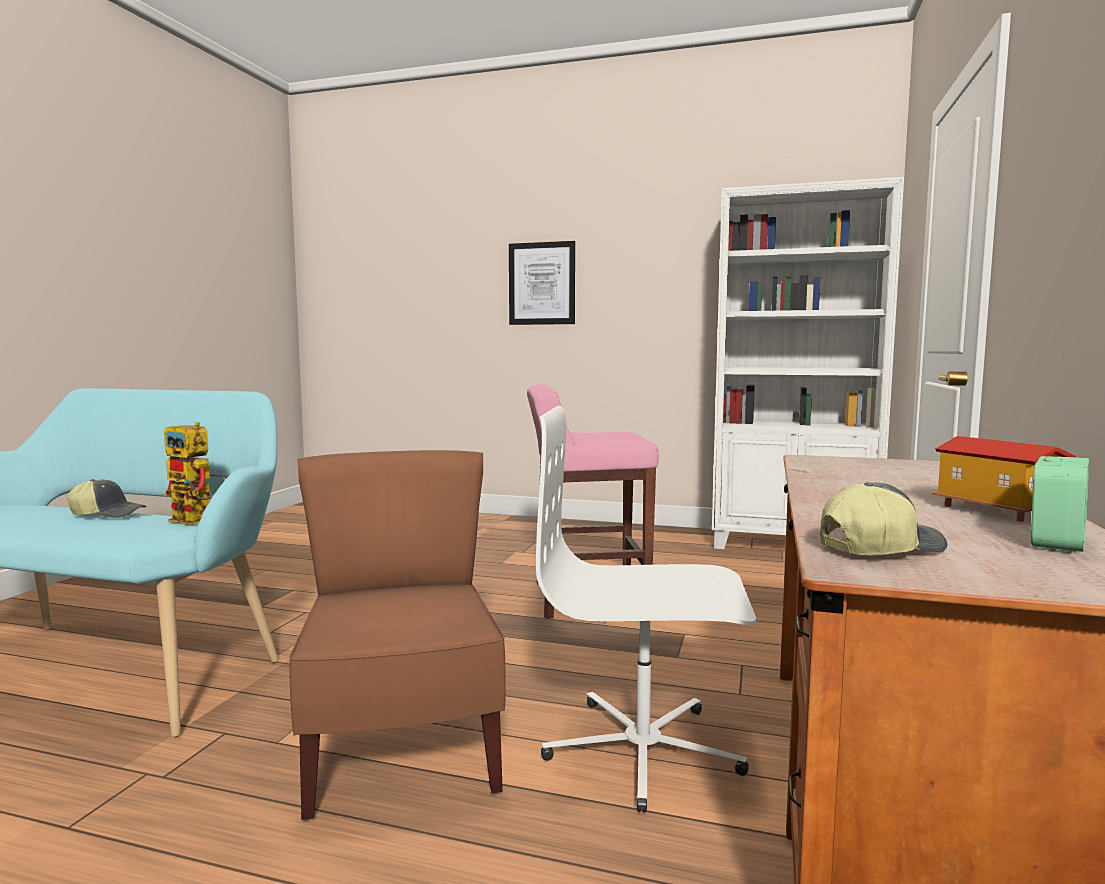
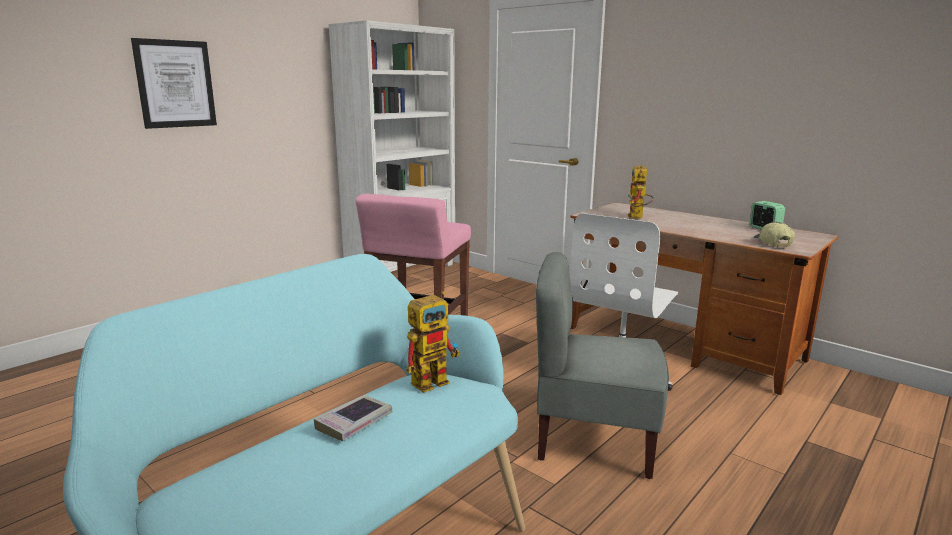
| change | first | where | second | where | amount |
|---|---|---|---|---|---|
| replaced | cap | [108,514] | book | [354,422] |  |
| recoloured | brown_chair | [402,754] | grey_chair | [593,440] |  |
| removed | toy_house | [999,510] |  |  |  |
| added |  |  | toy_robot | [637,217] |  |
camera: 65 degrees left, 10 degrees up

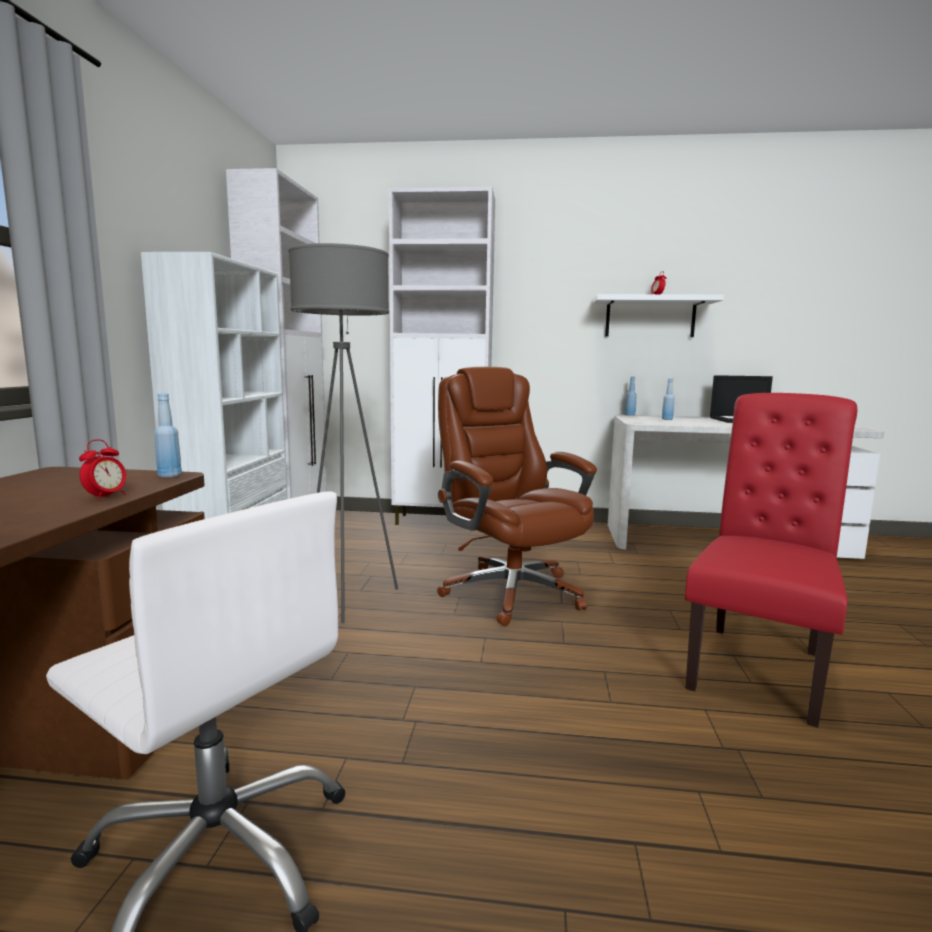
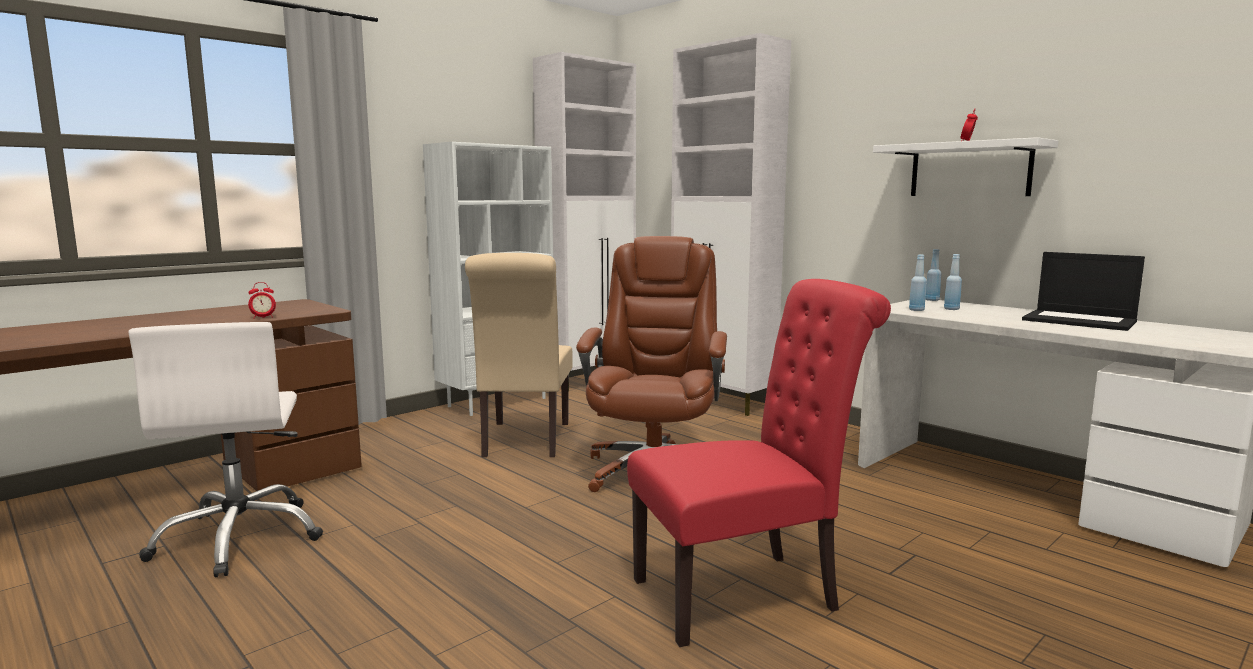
| change | first | where | second | where | amount |
|---|---|---|---|---|---|
| moved | blue_bottle | [169,476] |  | [916,310] |  |
| replaced | grey_floor_lamp | [347,599] | beige_chair | [524,441] |  |
camera: 40 degrees right, 0 degrees up

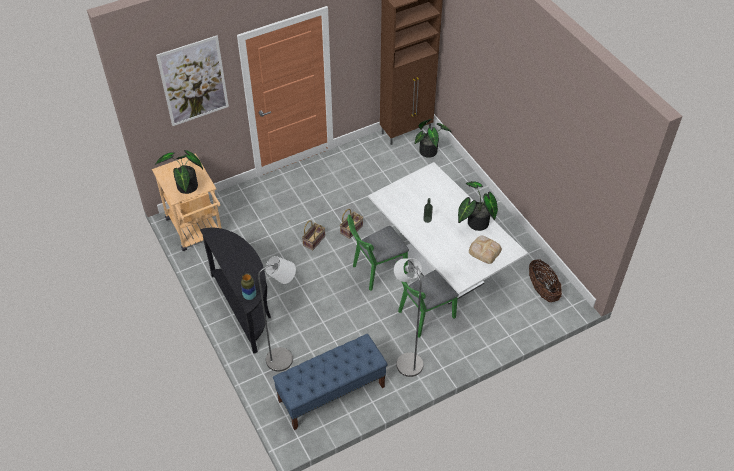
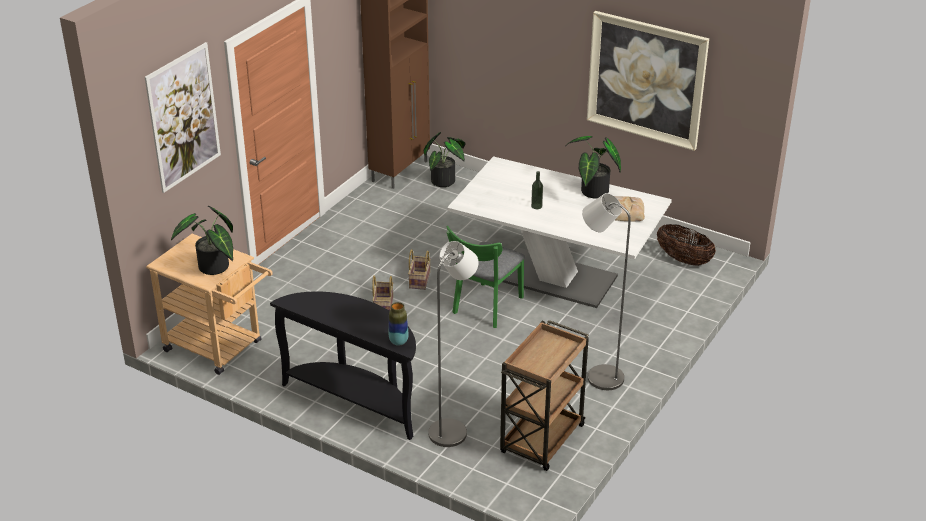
| change | first | where | second | where | amount |
|---|---|---|---|---|---|
| replaced | blue_bench | [331,394] | brown_cart | [541,440] |  |
| removed | green_chair | [423,316] |  |  |  |
| added |  |  | picture | [646,80] |  |
camera: 30 degrees left, 15 degrees down

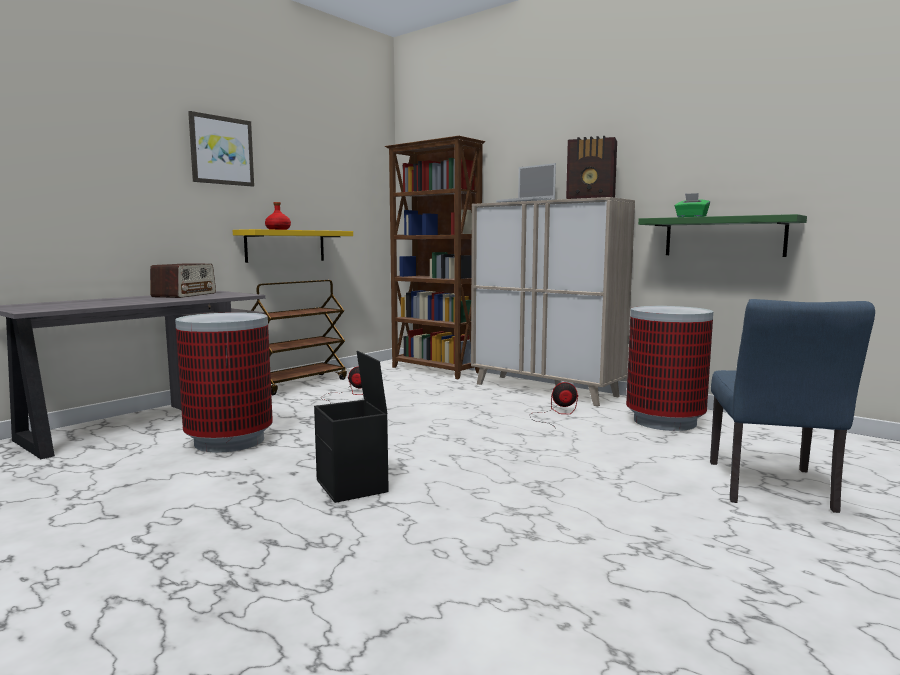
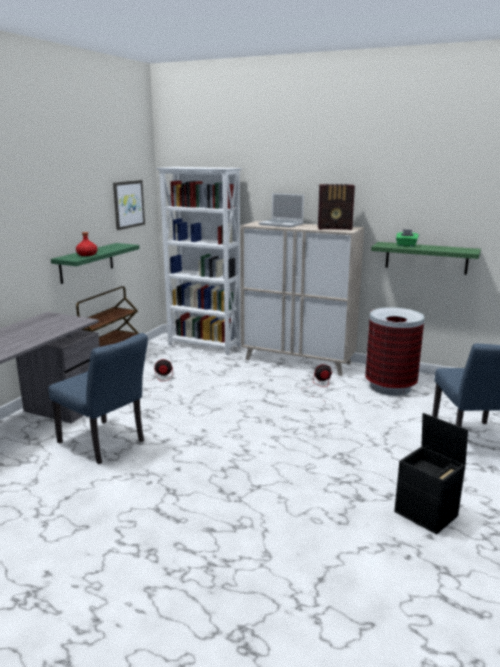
| change | first | where | second | where | amount |
|---|---|---|---|---|---|
| removed | radio | [185,295] |  |  |  |
| replaced | trash_can | [229,441] | blue_chair | [105,444] |  |
| moved | picture | [221,150] |  | [128,204] |  |
| recoloured | yellow_shelf | [285,246] | green_shelf | [87,262] |  |
| moved | black_storage_box | [353,486] |  | [427,514] |  |
| recoloured | brown_bookcase | [435,370] | white_bookcase | [204,346] |  |
camera: 15 degrees left, 10 degrees up

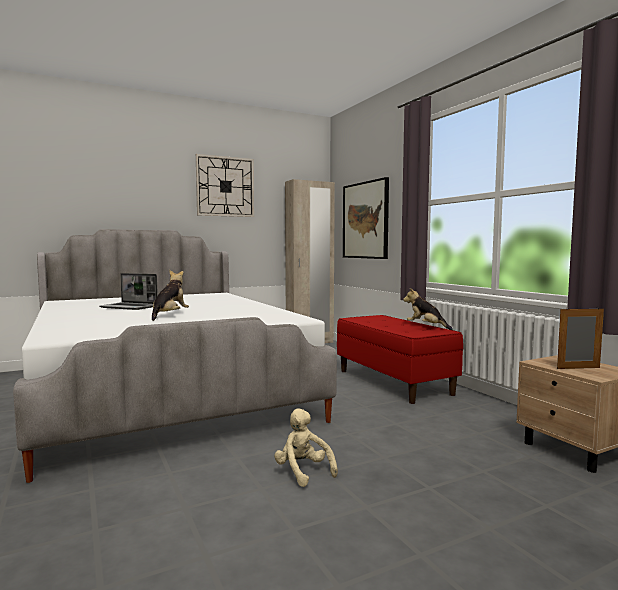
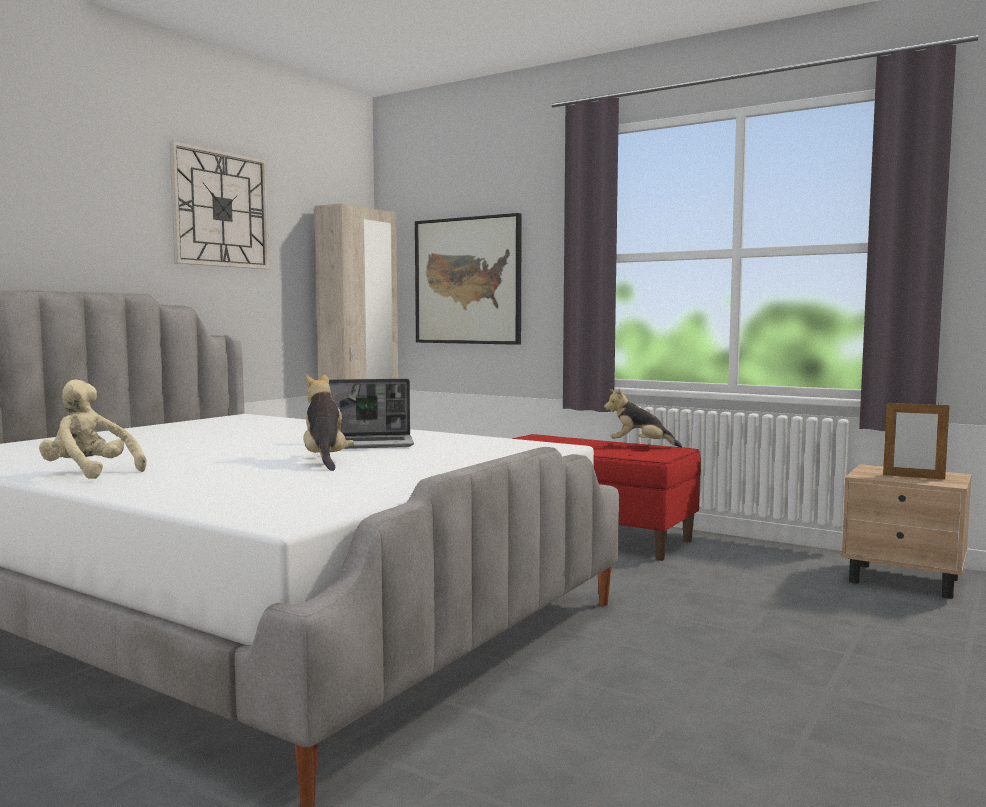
| change | first | where | second | where | amount |
|---|---|---|---|---|---|
| moved | laptop | [130,307] |  | [369,444] |  |
| moved | beige_plush_toy | [303,472] |  | [89,473] |  |
| turned | picture_frame | [578,368] |  | [913,477] | 120 degrees counterclockwise |
camera: 30 degrees left, 0 degrees up

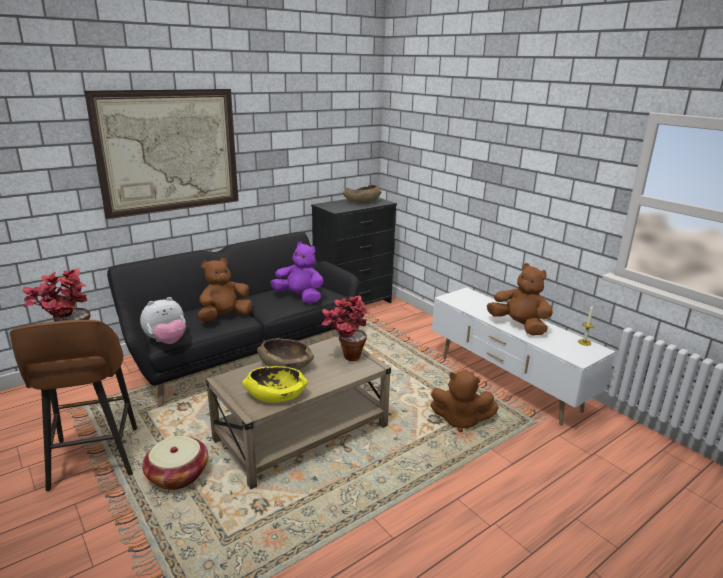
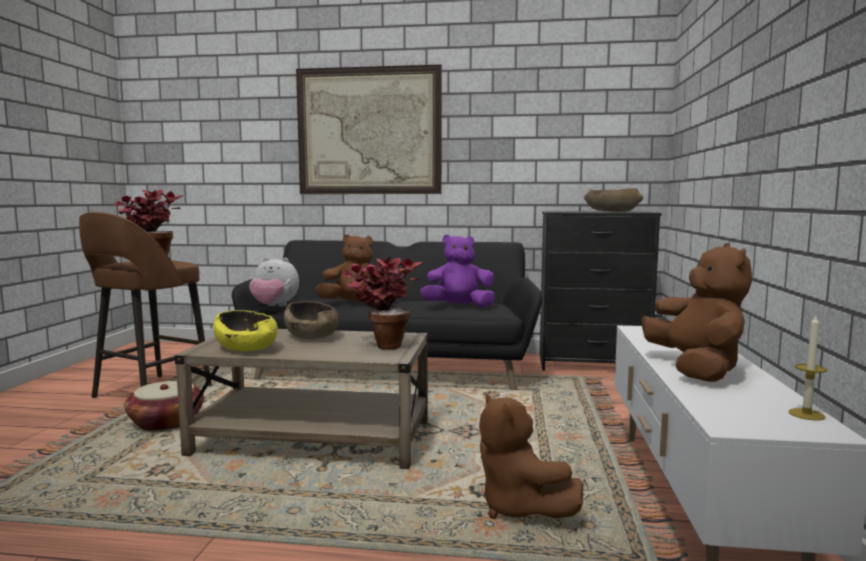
| change | first | where | second | where | amount |
|---|---|---|---|---|---|
| turned | purple_plush_toy | [300,297] |  | [458,307] | 75 degrees counterclockwise |
camera: 45 degrees right, 15 degrees down

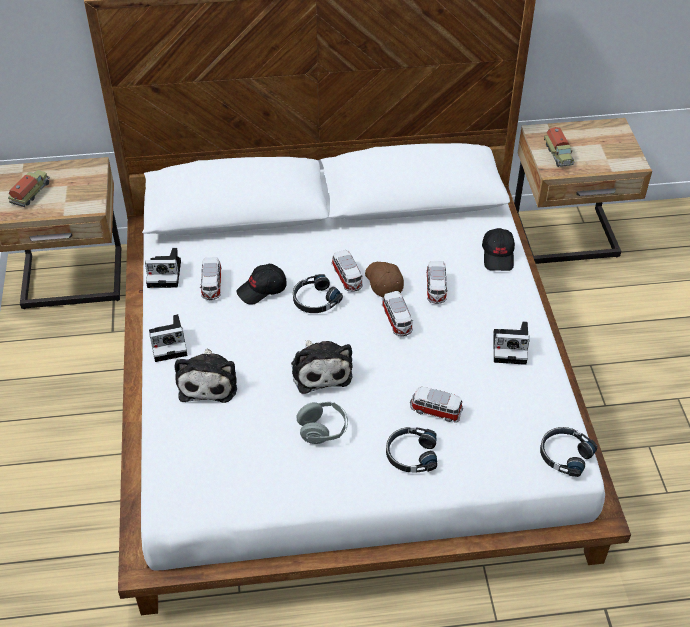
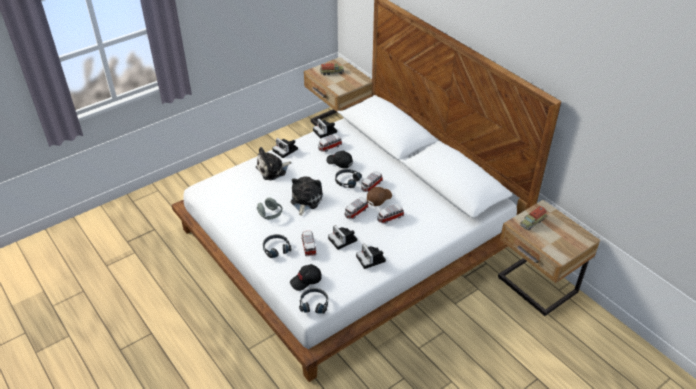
| change | first | where | second | where | amount |
|---|---|---|---|---|---|
| turned | plush_toy | [320,370] |  | [305,200] | 150 degrees clockwise |
| moved | black_cap | [498,255] |  | [306,281] |  |
| added |  |  | photo_camera | [343,240] |  |
camera: 60 degrees right, 5 degrees down

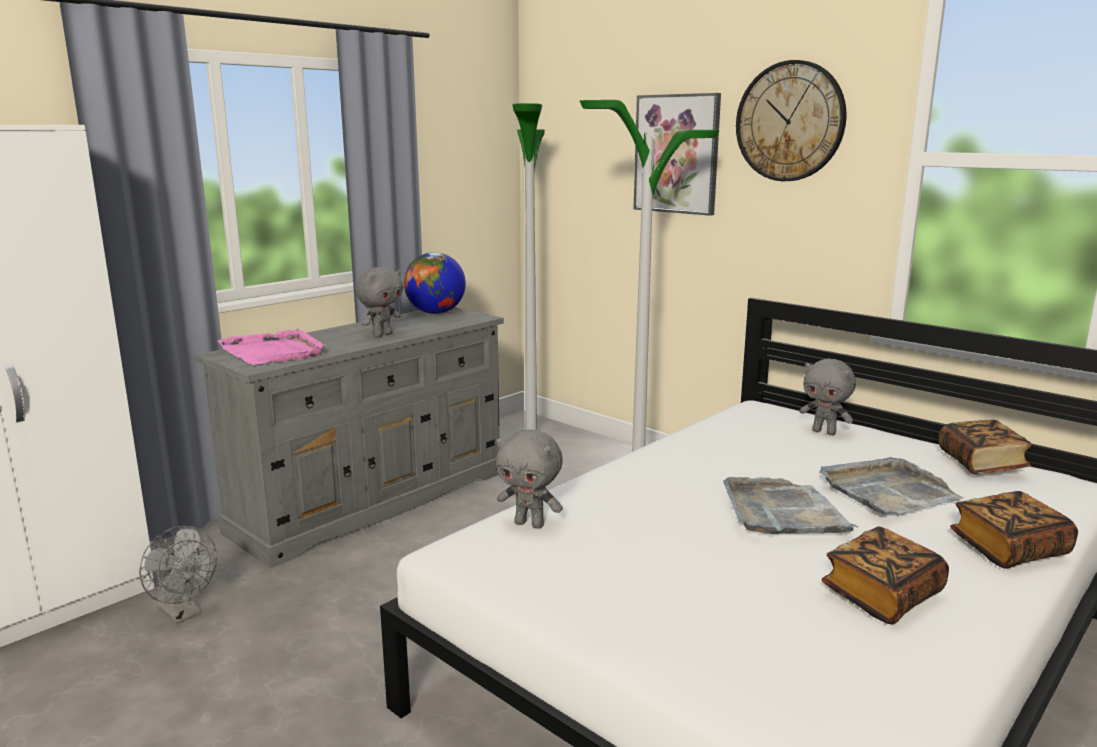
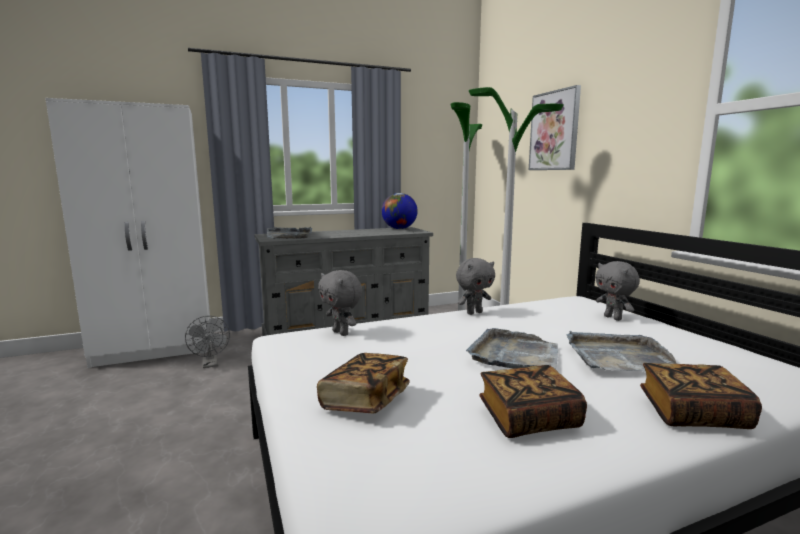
| change | first | where | second | where | amount |
|---|---|---|---|---|---|
| recoloured | pink_tray | [274,352] | grey_tray | [289,235] |  |
| moved | grey_plush_toy | [382,334] |  | [474,313] |  |
| removed | wall_clock | [790,121] |  |  |  |
| moved | book | [981,463] |  | [365,400] |  |
camera: 25 degrees right, 5 degrees down

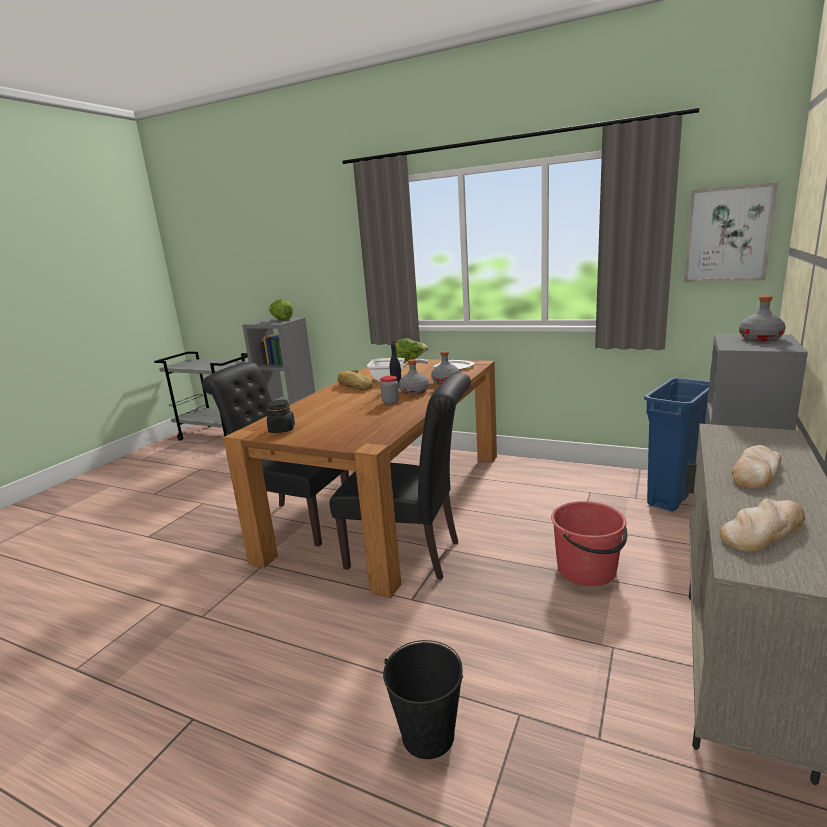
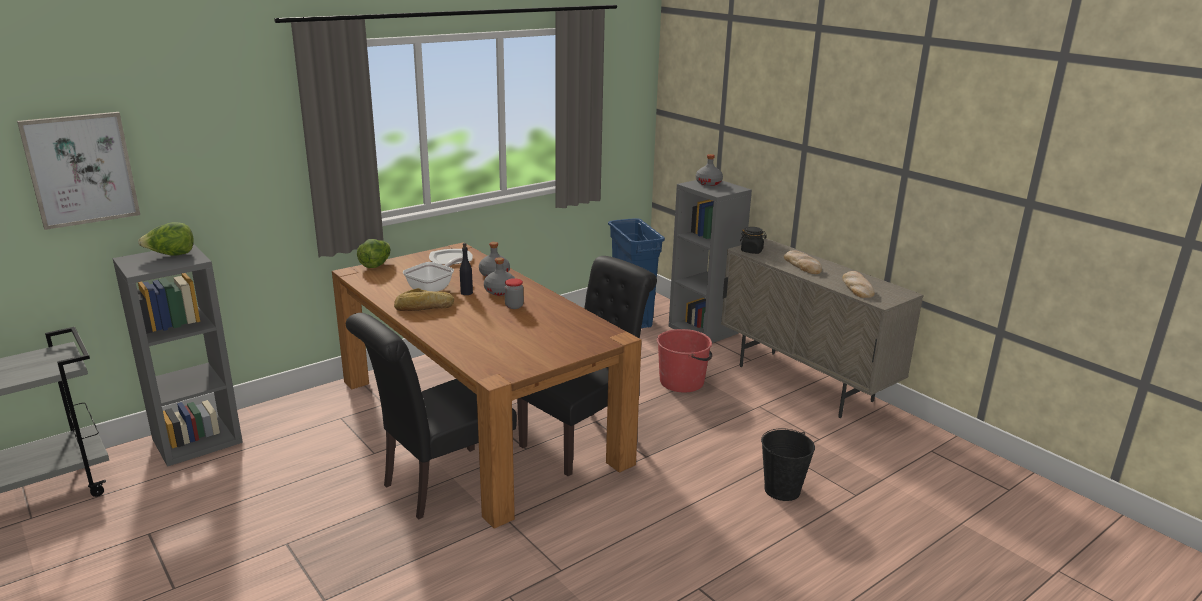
| change | first | where | second | where | amount |
|---|---|---|---|---|---|
| moved | black_jar | [282,430] |  | [752,251] |  |
| moved | picture | [728,234] |  | [81,169] |  |
camera: 65 degrees left, 5 degrees up

